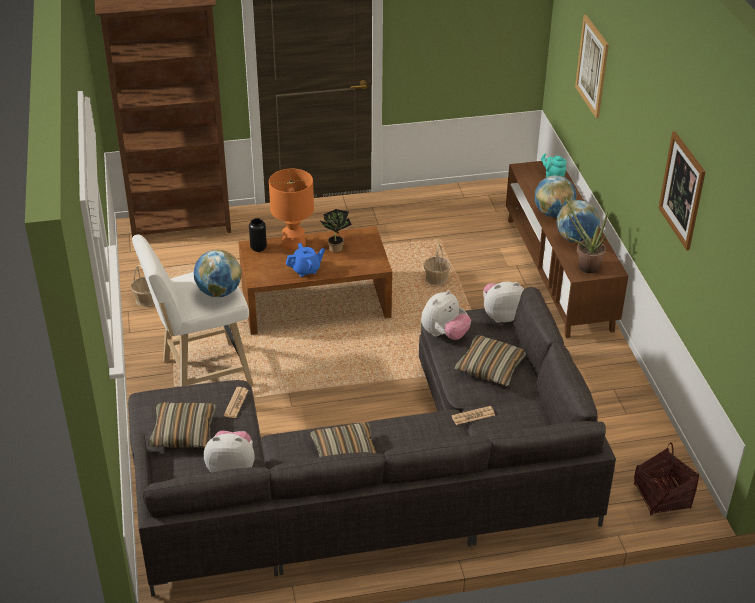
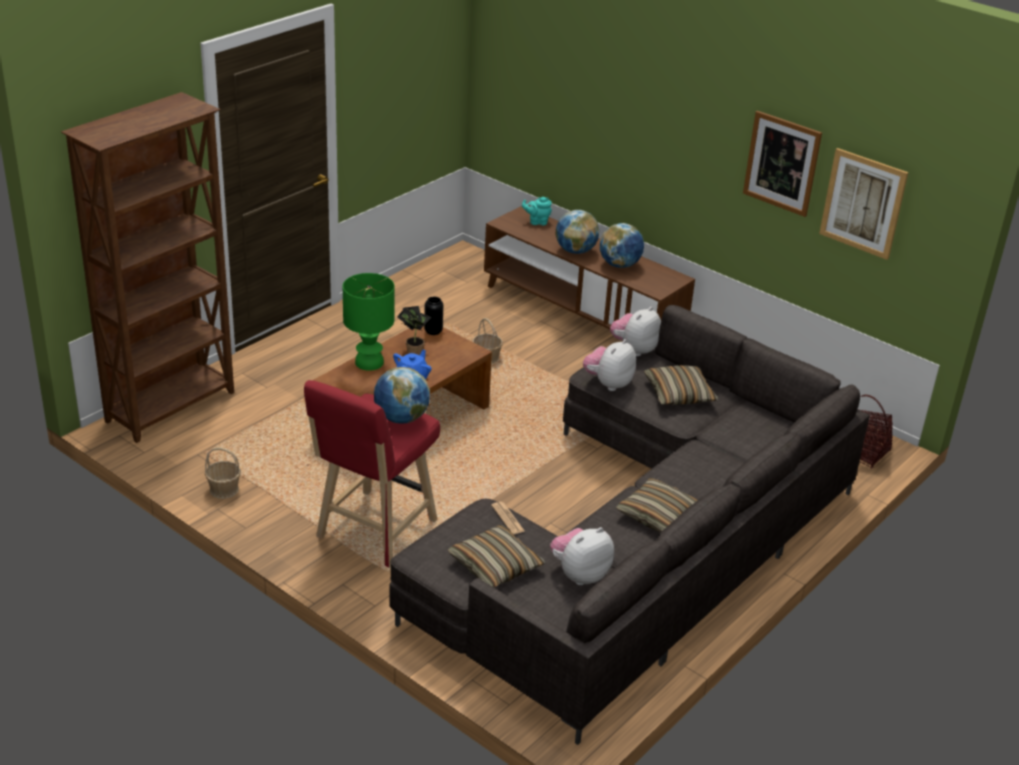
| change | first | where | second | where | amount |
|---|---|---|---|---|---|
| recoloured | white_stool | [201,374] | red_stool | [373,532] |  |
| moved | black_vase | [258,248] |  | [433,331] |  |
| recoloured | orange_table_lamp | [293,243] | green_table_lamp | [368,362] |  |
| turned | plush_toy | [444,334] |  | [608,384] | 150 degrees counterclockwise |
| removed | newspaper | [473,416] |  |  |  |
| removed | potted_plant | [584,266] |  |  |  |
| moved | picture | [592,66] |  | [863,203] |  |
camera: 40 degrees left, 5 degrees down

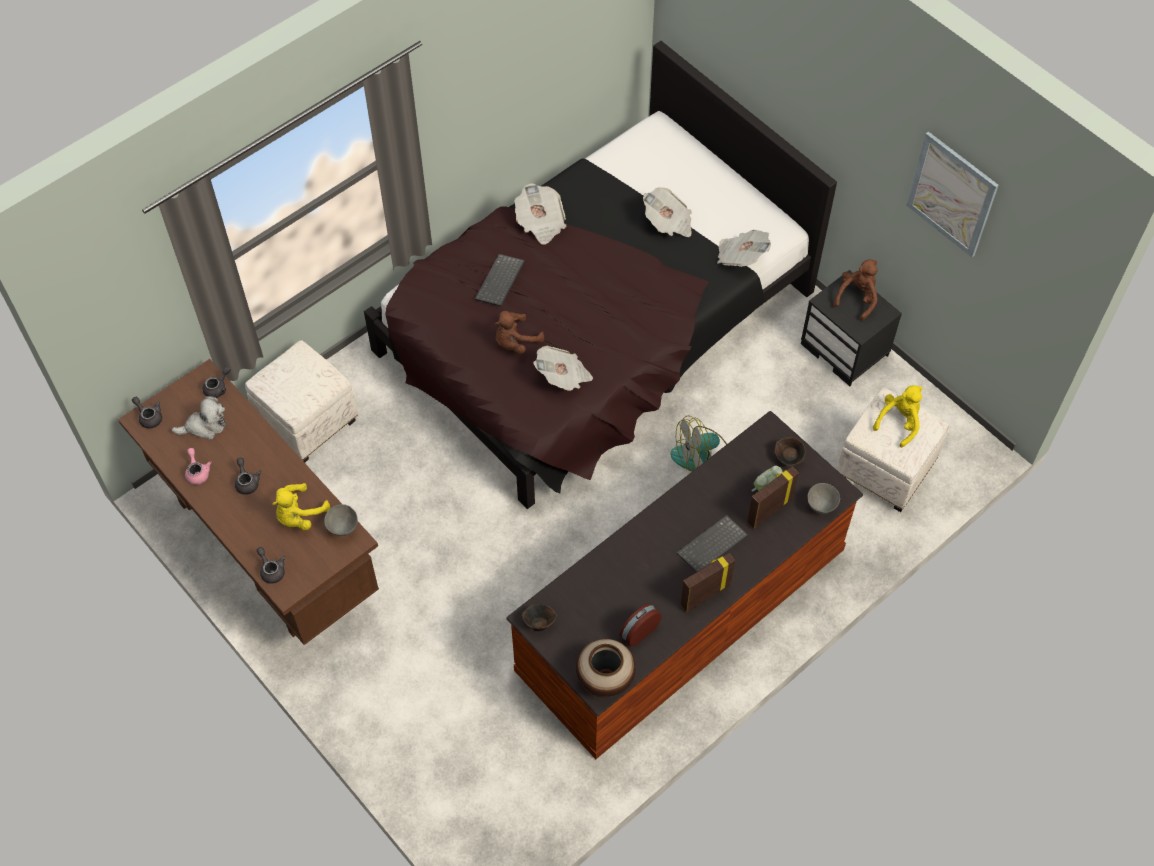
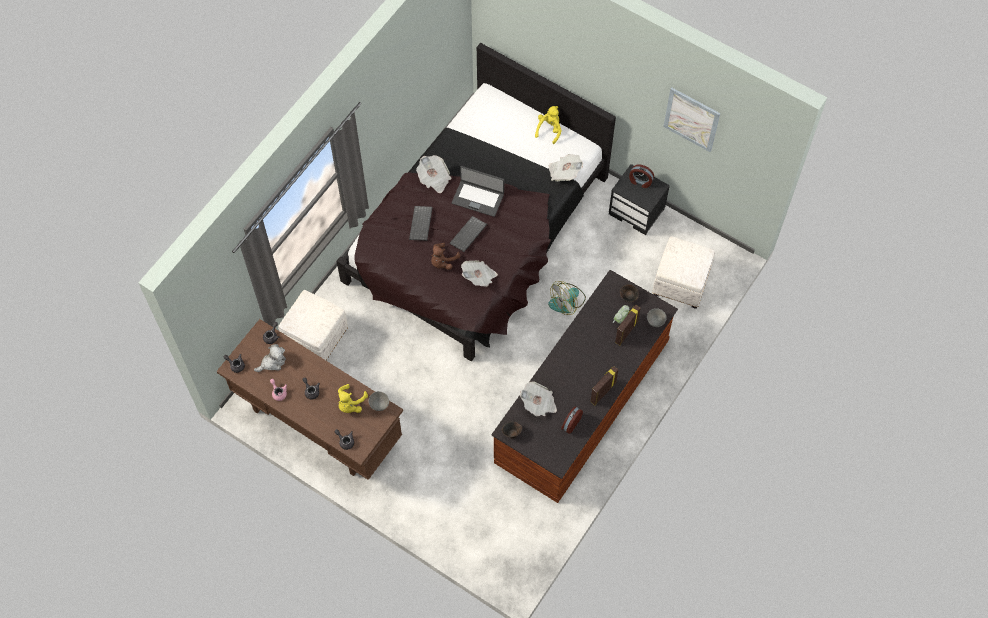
| change | first | where | second | where | amount |
|---|---|---|---|---|---|
| removed | vase | [605,678] |  |  |  |
| moved | newspaper | [668,223] |  | [538,404] |  |
| moved | keyboard | [712,546] |  | [468,235] |  |
| replaced | brown_plush_toy | [857,298] | alarm_clock | [640,181] |  |
| moved | yellow_plush_toy | [899,422] |  | [549,129] |  |
| added |  |  | laptop | [478,198] |  |
camera: 15 degrees left, 5 degrees up

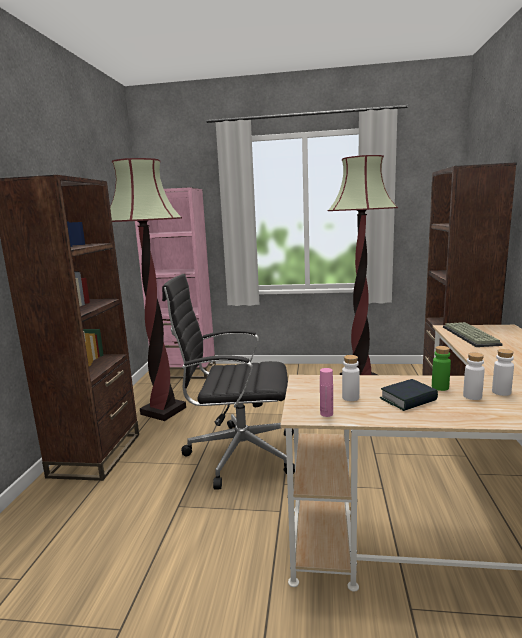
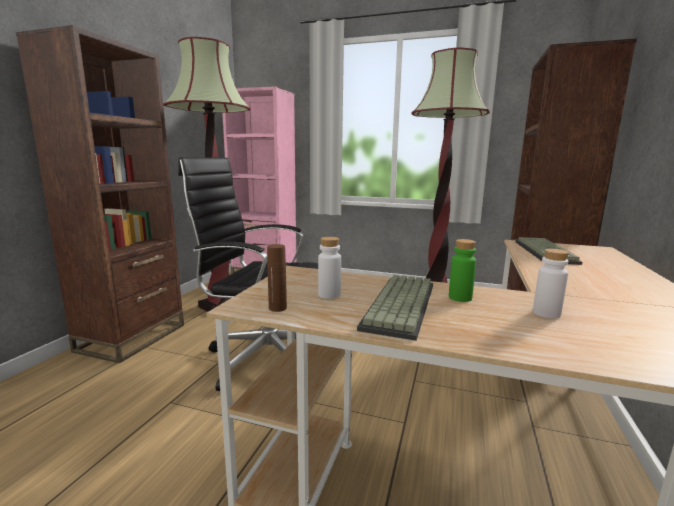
| change | first | where | second | where | amount |
|---|---|---|---|---|---|
| recoloured | pink_bottle | [326,413] | brown_bottle | [277,308] |  |
| replaced | book | [408,400] | keyboard | [403,306] |  |
| removed | white_bottle | [472,396] |  |  |  |
camera: 10 degrees right, 0 degrees up

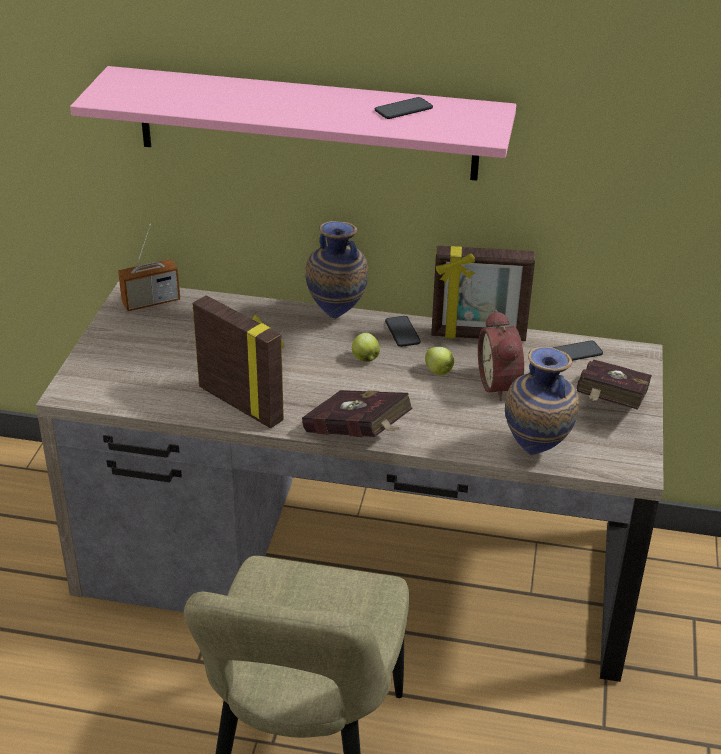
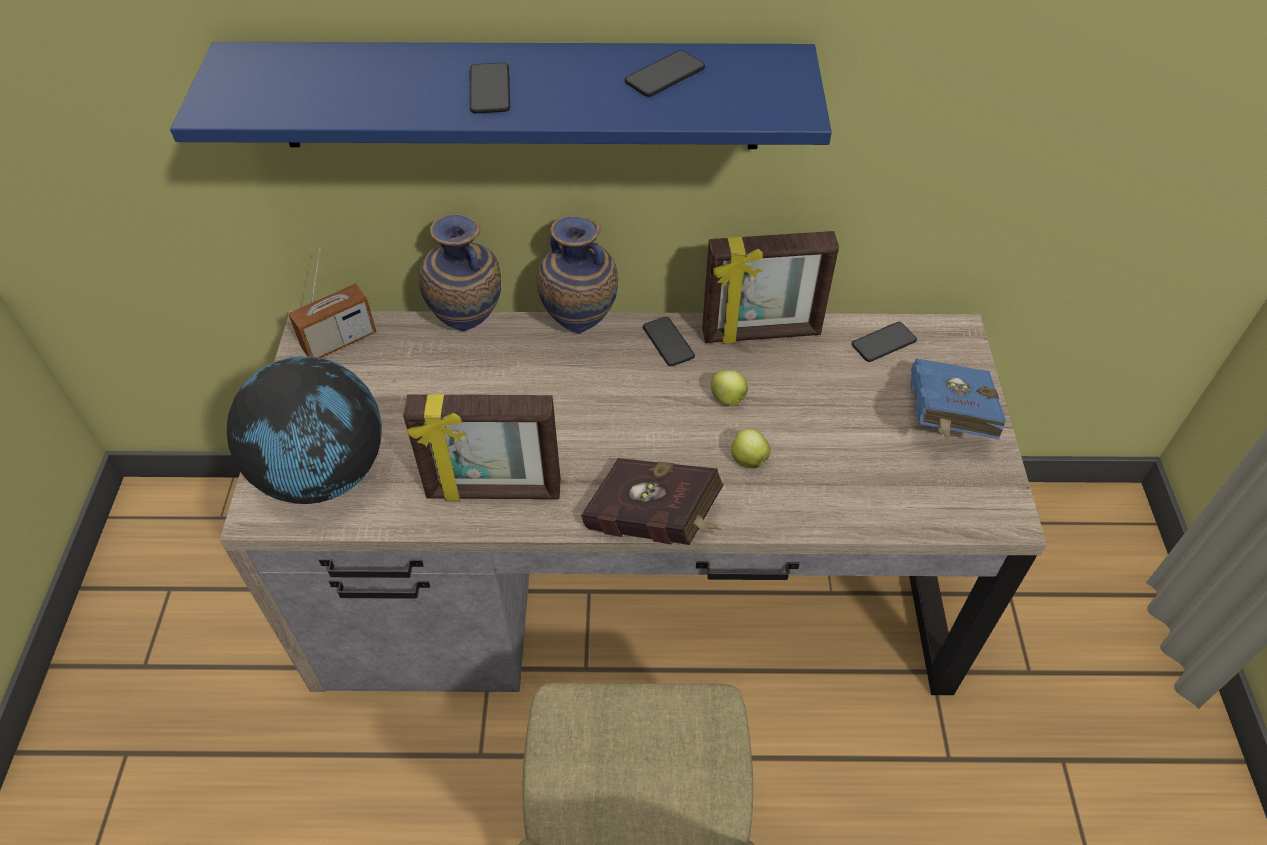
| change | first | where | second | where | amount |
|---|---|---|---|---|---|
| recoloured | pink_shelf | [307,123] | blue_shelf | [518,96] |  |
| turned | picture_frame | [242,403] |  | [494,492] | 150 degrees clockwise |
| moved | apple | [365,358] |  | [748,459] |  |
| removed | alarm_clock | [502,384] |  |  |  |
| moved | vase | [537,450] |  | [469,324] |  |
| recoloured | red_book | [608,406] | blue_book | [945,421] |  |
| added |  |  | globe | [324,473] |  |
| added |  |  | phone | [490,90] |  |
camera: 10 degrees left, 15 degrees up

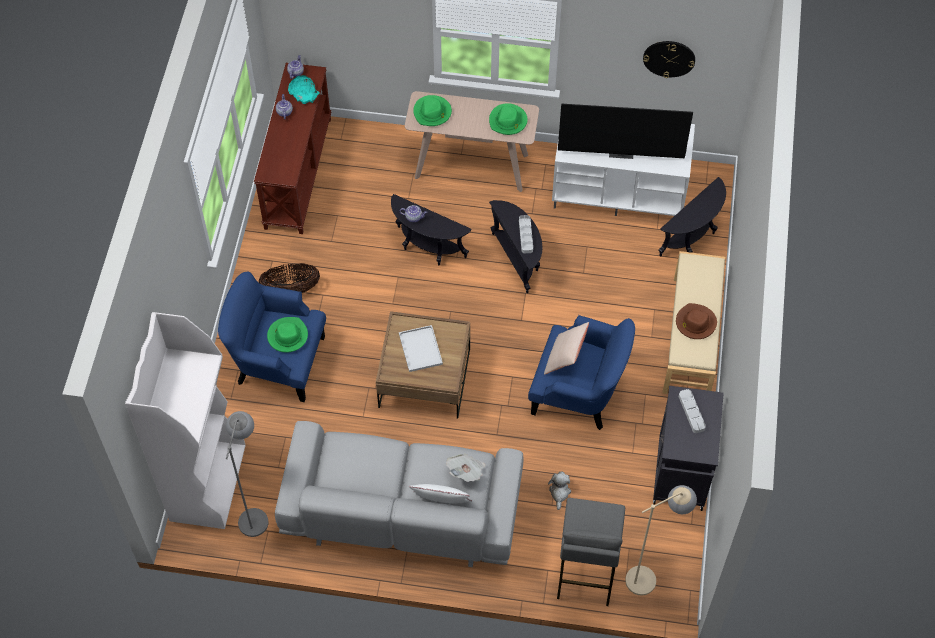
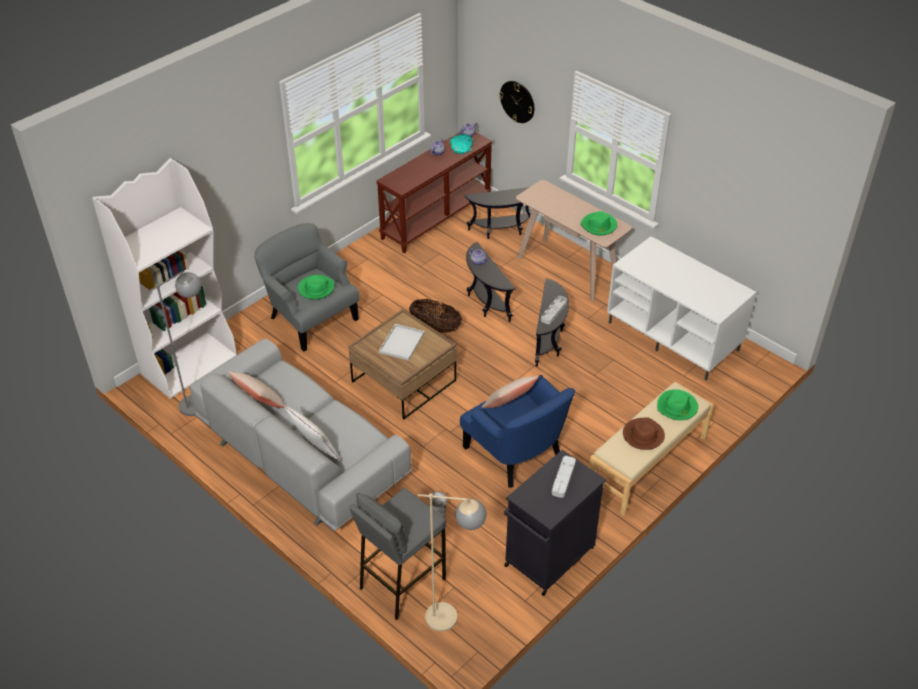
| change | first | where | second | where | amount |
|---|---|---|---|---|---|
| recoloured | blue_armchair | [278,361] | grey_armchair | [310,318] |  |
| moved | basket | [291,289] |  | [435,327] |  |
| moved | green_hat | [432,112] |  | [677,407] |  |
| removed | newspaper | [466,472] |  |  |  |
| removed | television | [621,151] |  |  |  |
| moved | wall_clock | [669,58] |  | [517,101] |  |
| moved | black_side_table | [692,238] |  | [502,230] |  |
| added |  |  | beige_pillow | [260,403] |  |
camera: 35 degrees right, 15 degrees down

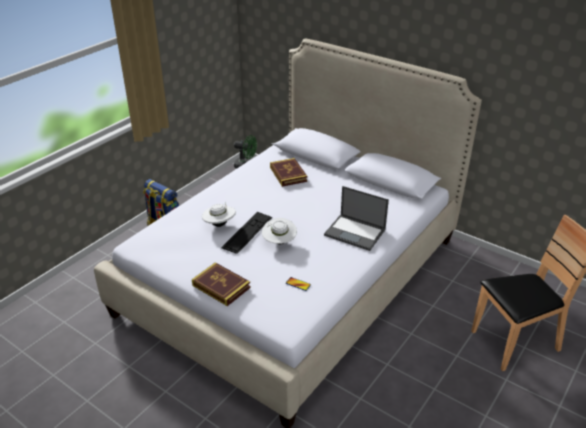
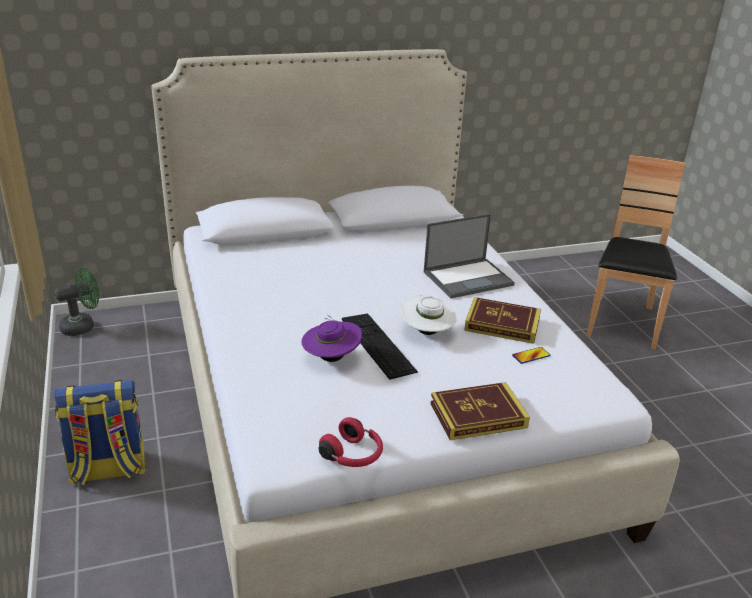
| change | first | where | second | where | amount |
|---|---|---|---|---|---|
| recoloured | white_hat | [219,224] | purple_hat | [331,358] |  |
| moved | book | [288,174] |  | [502,324] |  |
| added |  |  | red_headphones | [353,455] |  |
camera: 55 degrees left, 5 degrees down

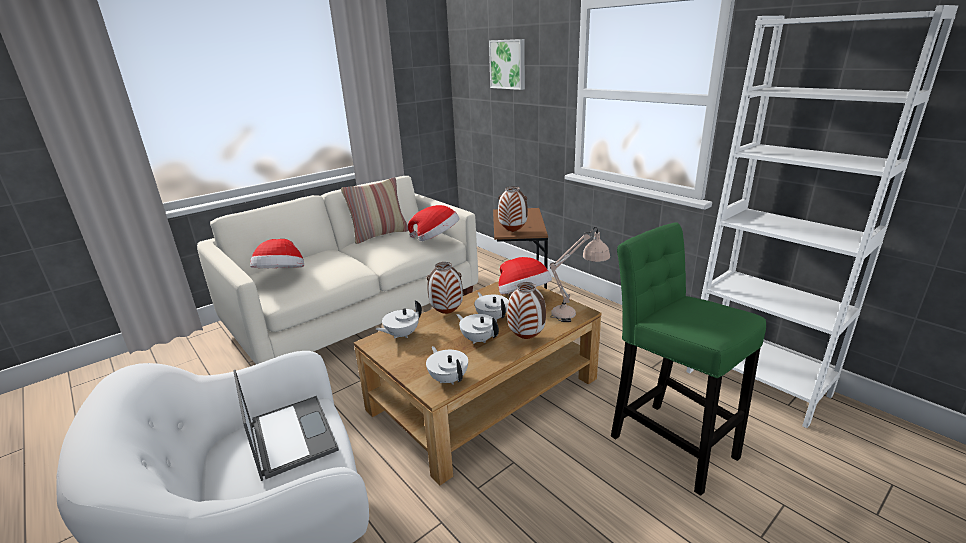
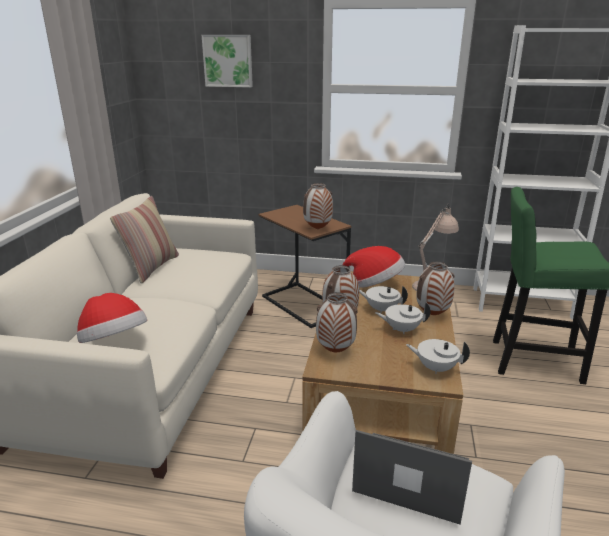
| change | first | where | second | where | amount |
|---|---|---|---|---|---|
| replaced | white_teapot | [401,335] | vase | [335,351] |  |
| removed | hat | [436,238] |  |  |  |
camera: 40 degrees left, 0 degrees up

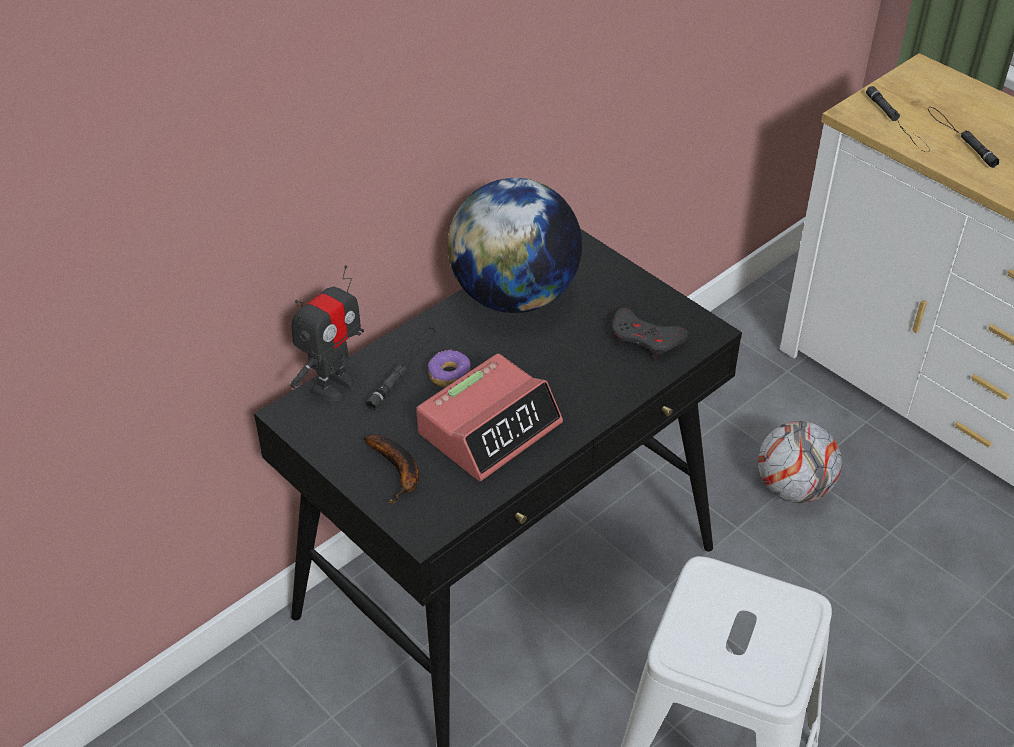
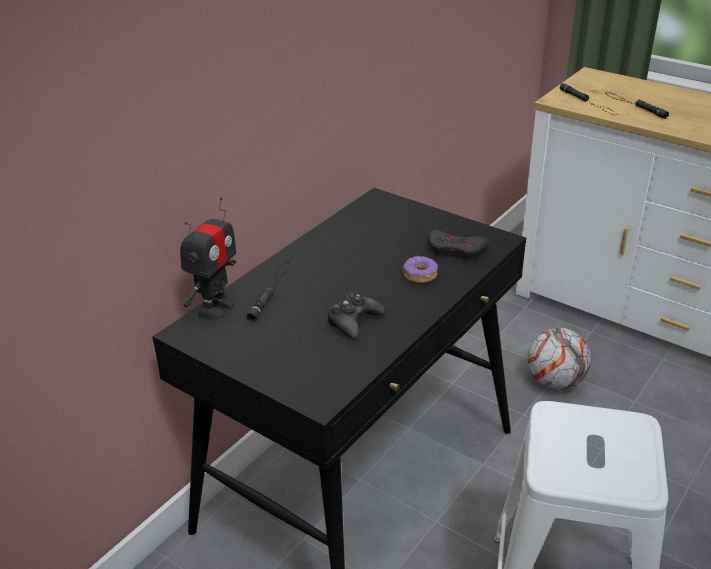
| change | first | where | second | where | amount |
|---|---|---|---|---|---|
| removed | banana | [398,471] |  |  |  |
| replaced | alarm_clock | [490,428] | black_game_controller | [353,321] |  |
| moved | donut | [449,375] |  | [419,275] |  |
| removed | globe | [514,296] |  |  |  |
camera: 10 degrees left, 10 degrees down

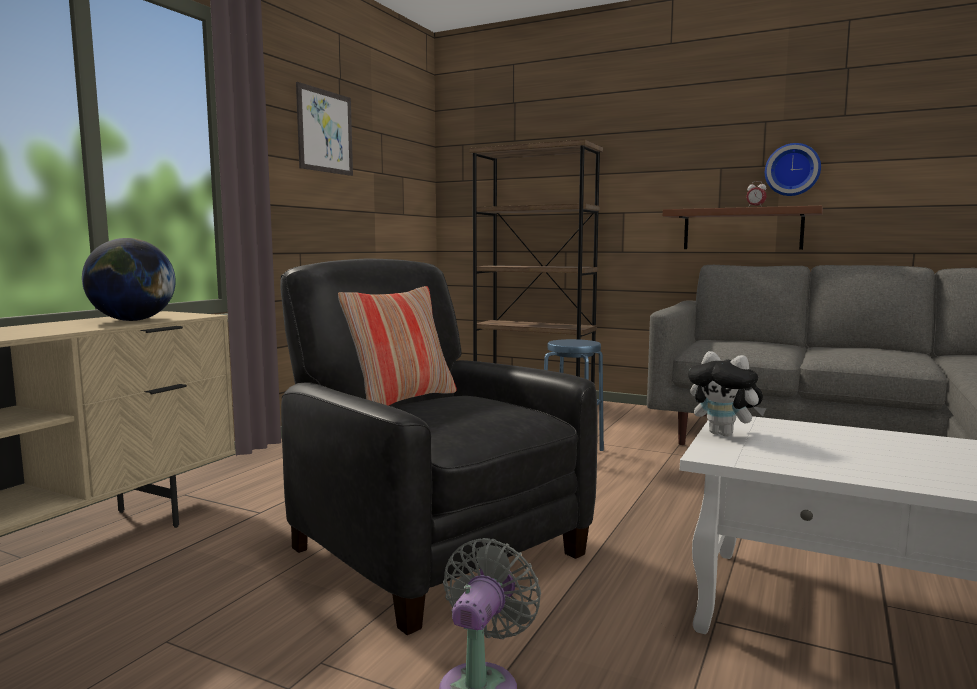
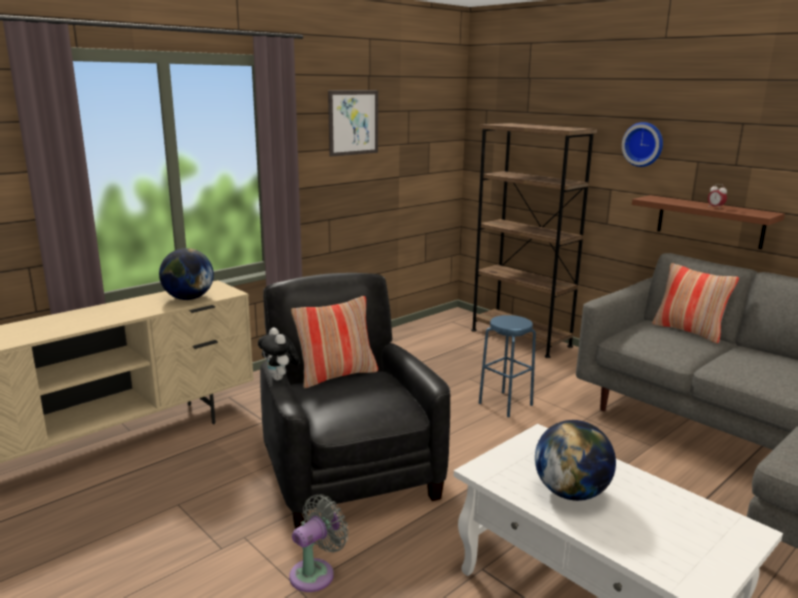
| change | first | where | second | where | amount |
|---|---|---|---|---|---|
| moved | plush_toy | [724,434] |  | [280,378] |  |
| moved | wall_clock | [792,170] |  | [643,144] |  |
| added |  |  | globe | [571,493] |  |
| added |  |  | pillow | [688,331] |  |
camera: 20 degrees right, 10 degrees up

